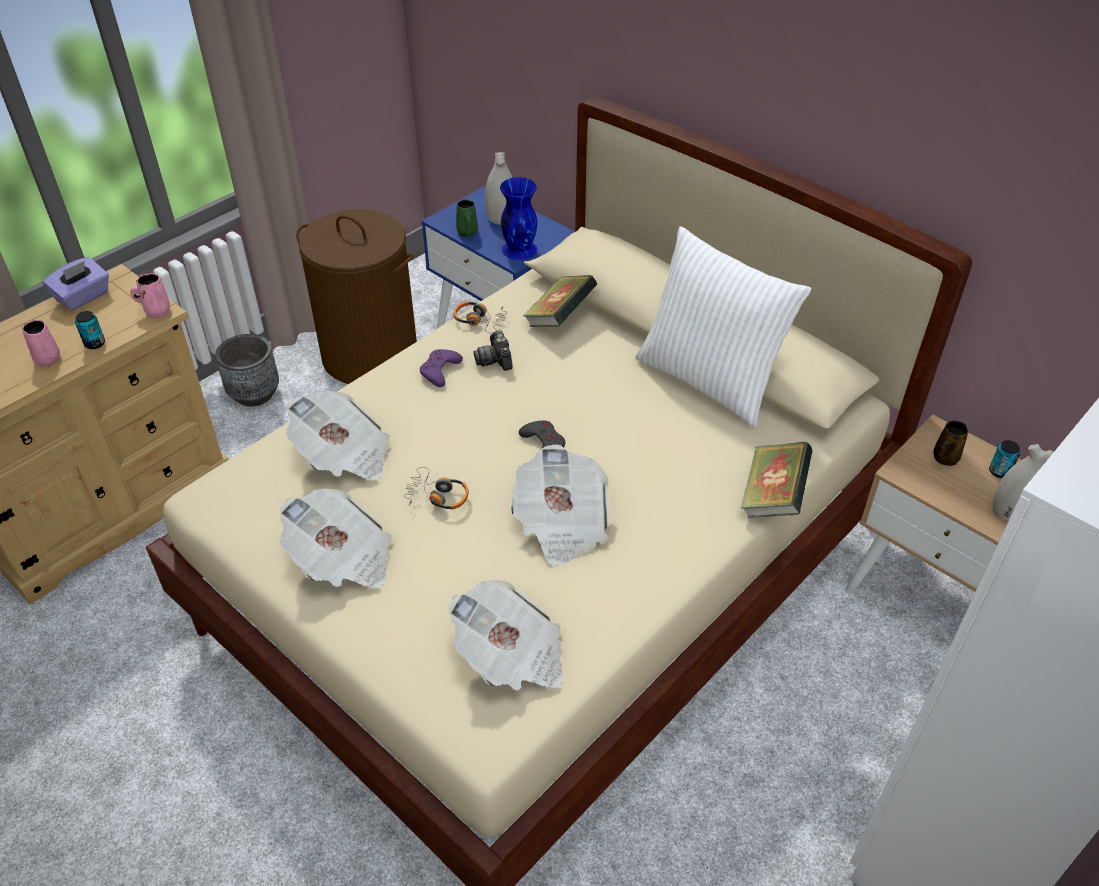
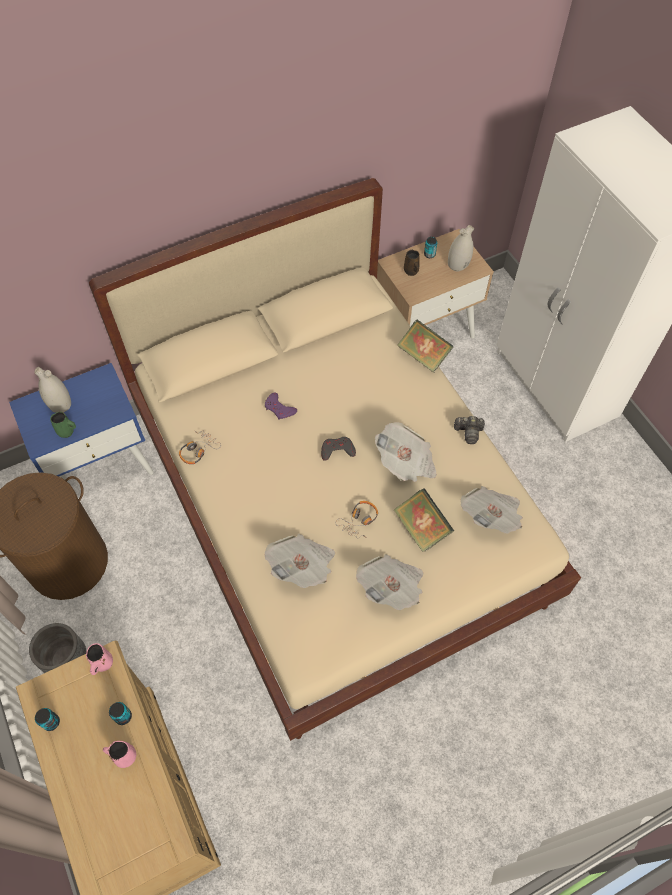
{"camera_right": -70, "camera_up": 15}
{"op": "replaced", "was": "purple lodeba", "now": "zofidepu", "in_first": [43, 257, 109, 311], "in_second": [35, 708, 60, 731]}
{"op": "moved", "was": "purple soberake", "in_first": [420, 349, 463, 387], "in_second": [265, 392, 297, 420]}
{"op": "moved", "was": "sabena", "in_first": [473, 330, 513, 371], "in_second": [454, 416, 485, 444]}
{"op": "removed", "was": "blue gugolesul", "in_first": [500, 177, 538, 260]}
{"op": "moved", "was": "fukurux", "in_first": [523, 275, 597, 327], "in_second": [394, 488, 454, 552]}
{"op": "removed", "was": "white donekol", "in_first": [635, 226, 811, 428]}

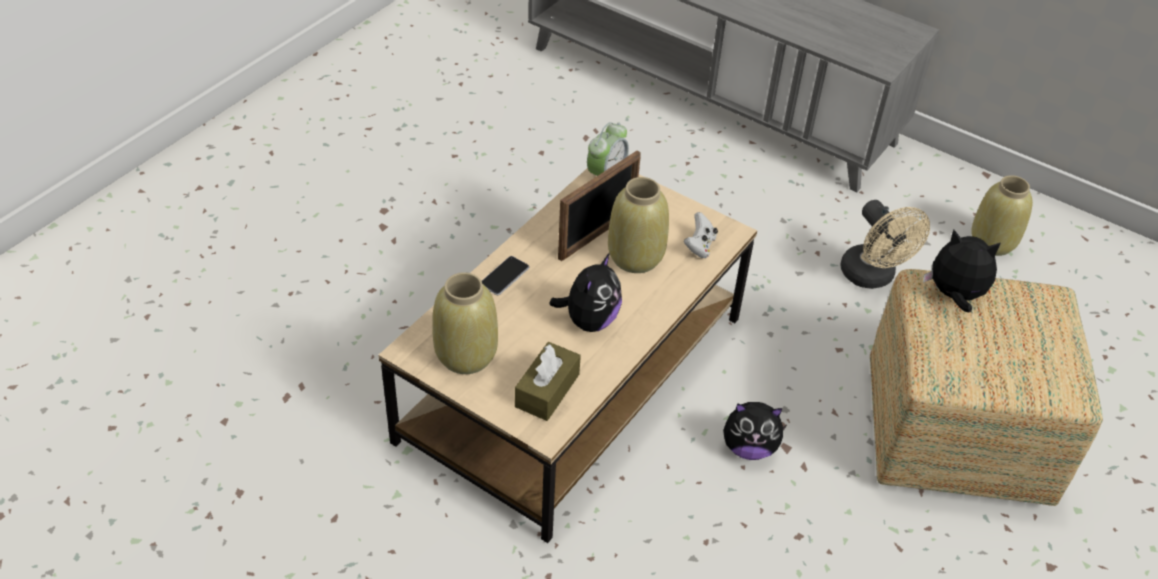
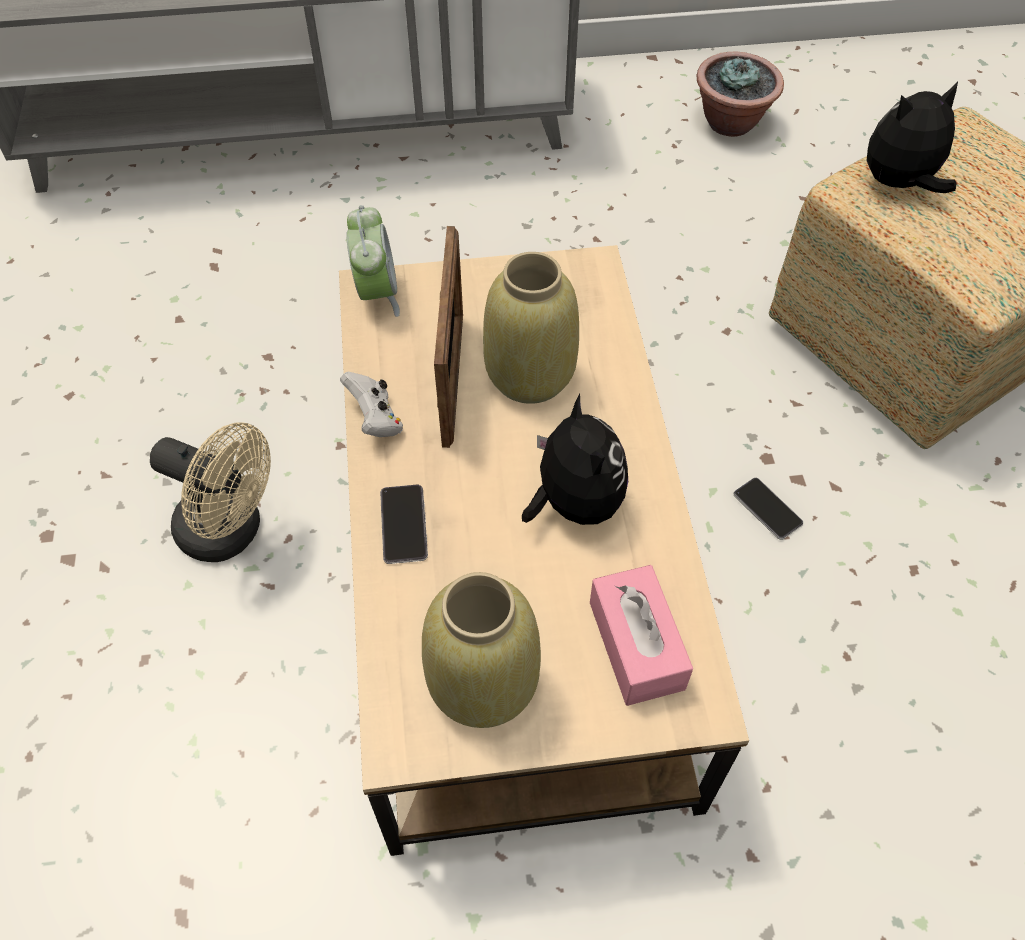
{"camera_right": -40, "camera_up": 10}
{"op": "recoloured", "was": "brown lodeba", "now": "pink lodeba", "in_first": [515, 342, 581, 421], "in_second": [590, 565, 693, 706]}
{"op": "moved", "was": "white soberake", "in_first": [684, 212, 718, 258], "in_second": [340, 372, 403, 437]}
{"op": "replaced", "was": "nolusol", "now": "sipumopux", "in_first": [723, 402, 787, 460], "in_second": [734, 478, 803, 540]}
{"op": "moved", "was": "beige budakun", "in_first": [840, 200, 930, 289], "in_second": [150, 422, 271, 562]}
{"op": "replaced", "was": "beige gugolesul", "now": "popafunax", "in_first": [971, 175, 1033, 256], "in_second": [697, 51, 784, 137]}

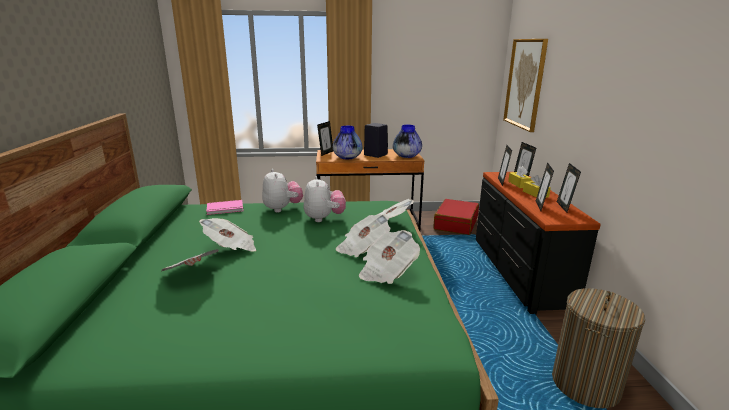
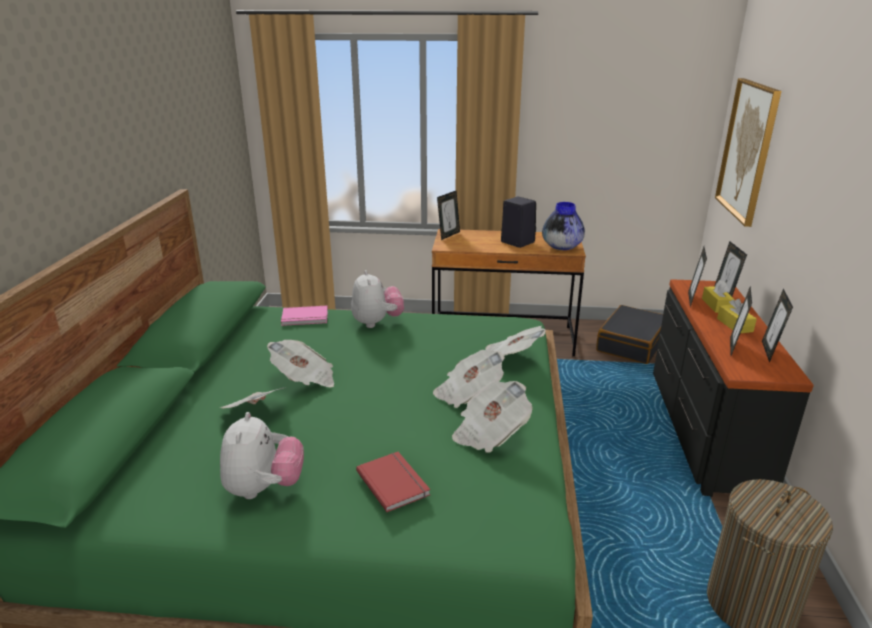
{"camera_right": 10, "camera_up": 5}
{"op": "moved", "was": "nolusol", "in_first": [304, 176, 346, 222], "in_second": [220, 412, 304, 499]}
{"op": "removed", "was": "gugolesul", "in_first": [333, 126, 363, 159]}
{"op": "recoloured", "was": "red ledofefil", "now": "black ledofefil", "in_first": [434, 199, 479, 235], "in_second": [596, 305, 663, 364]}
{"op": "added", "now": "red fukurux", "in_second": [356, 452, 430, 512]}

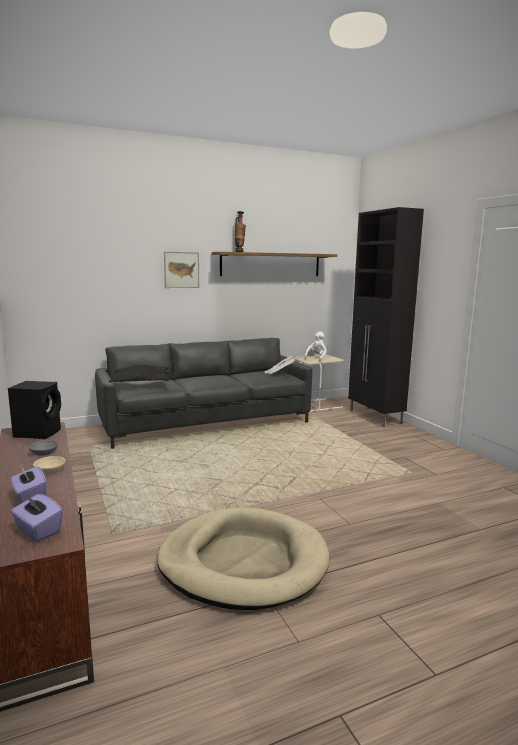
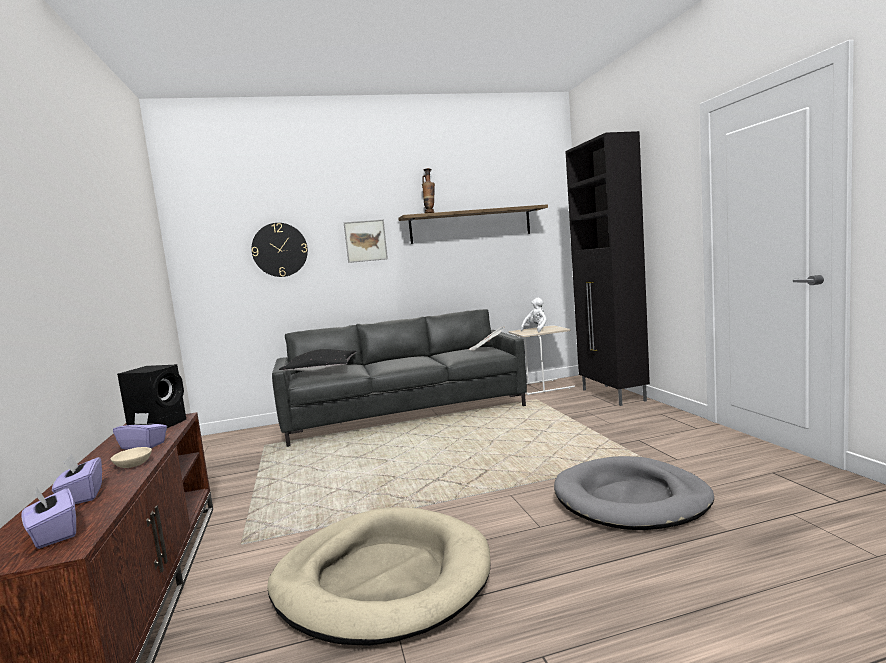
{"camera_right": 10, "camera_up": -5}
{"op": "replaced", "was": "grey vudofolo", "now": "purple lodeba", "in_first": [29, 440, 58, 456], "in_second": [113, 413, 167, 450]}
{"op": "added", "now": "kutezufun", "in_second": [252, 223, 308, 277]}
{"op": "added", "now": "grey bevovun", "in_second": [554, 456, 714, 530]}

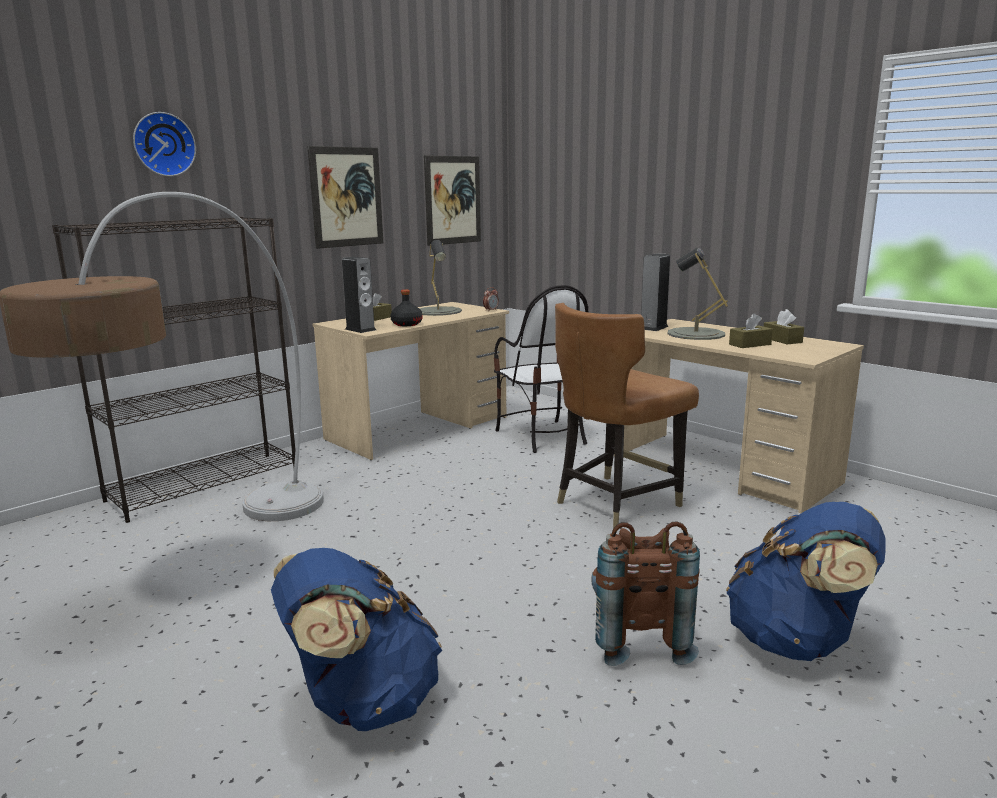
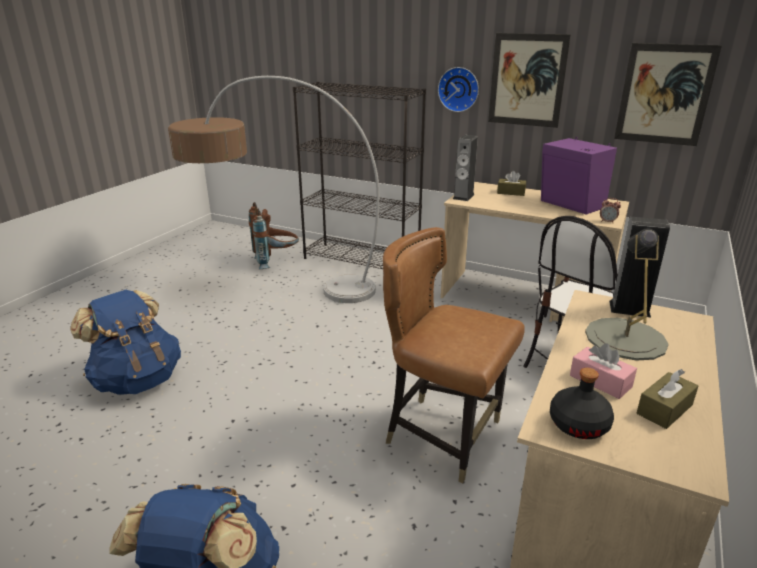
{"camera_right": 70, "camera_up": 10}
{"op": "moved", "was": "kutezufun", "in_first": [133, 112, 196, 176], "in_second": [438, 67, 479, 112]}
{"op": "moved", "was": "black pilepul", "in_first": [390, 290, 423, 326], "in_second": [550, 368, 614, 439]}
{"op": "replaced", "was": "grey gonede", "now": "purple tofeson", "in_first": [419, 240, 462, 316], "in_second": [541, 137, 617, 215]}
{"op": "moved", "was": "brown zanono", "in_first": [592, 521, 700, 666], "in_second": [249, 202, 299, 269]}
{"op": "recoloured", "was": "brown lodeba", "now": "pink lodeba", "in_first": [729, 313, 773, 348], "in_second": [570, 343, 637, 399]}

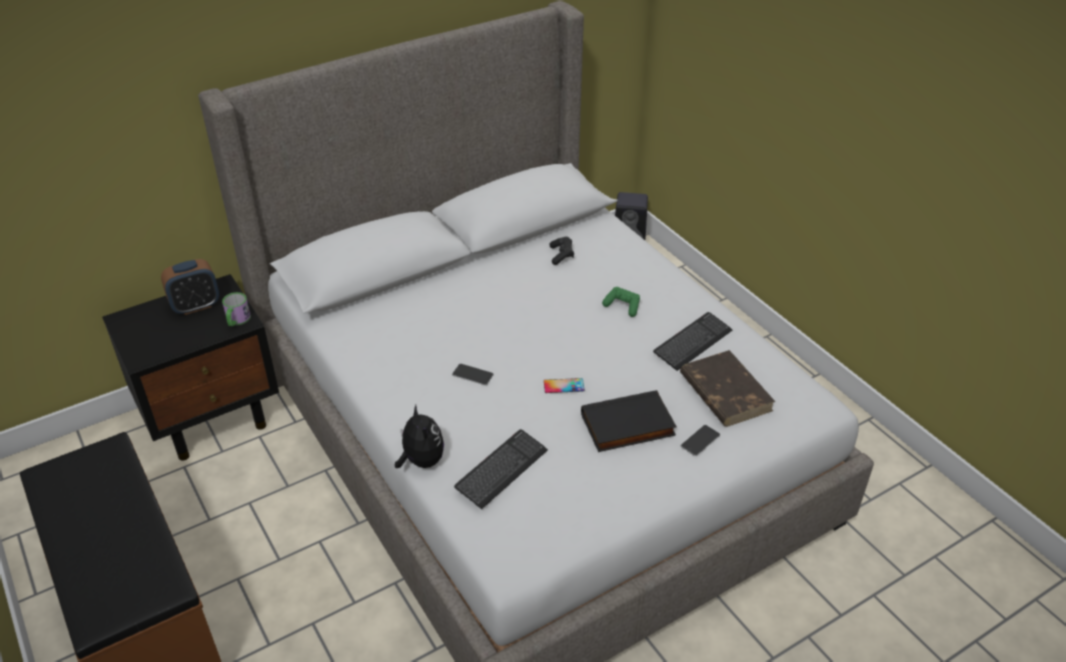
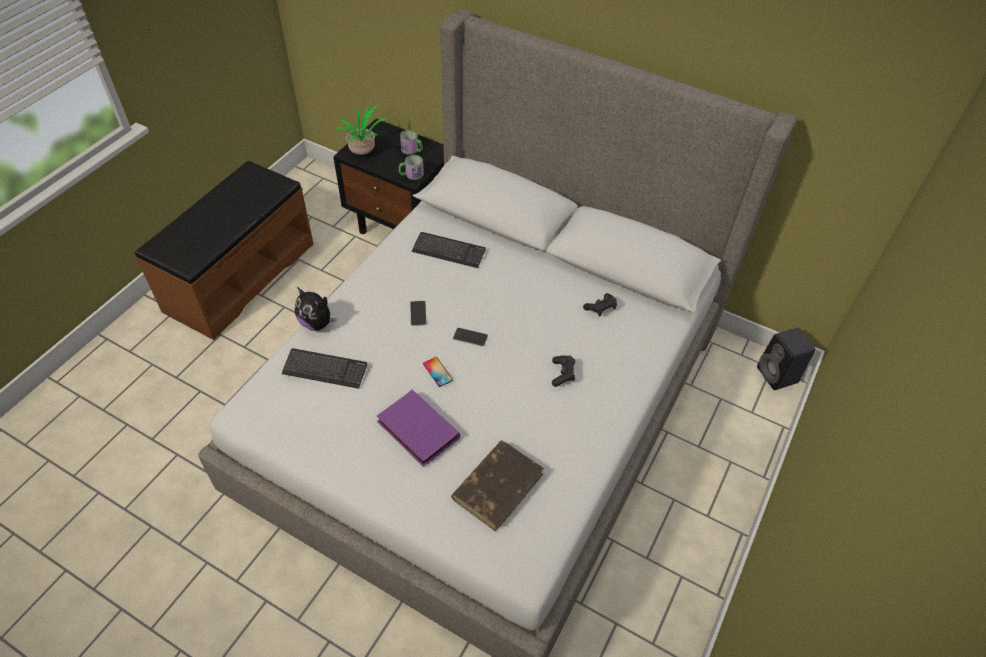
{"camera_right": 60, "camera_up": 10}
{"op": "replaced", "was": "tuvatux", "now": "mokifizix", "in_first": [161, 259, 219, 315], "in_second": [400, 130, 423, 155]}
{"op": "turned", "was": "nolusol", "in_first": [395, 405, 444, 468], "in_second": [295, 287, 337, 331], "clockwise": 90}
{"op": "recoloured", "was": "black fukurux", "now": "purple fukurux", "in_first": [581, 390, 677, 452], "in_second": [377, 390, 460, 467]}
{"op": "recoloured", "was": "green soberake", "now": "black soberake", "in_first": [602, 287, 640, 317], "in_second": [552, 356, 575, 387]}
{"op": "moved", "was": "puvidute", "in_first": [653, 312, 732, 371], "in_second": [412, 232, 486, 268]}
{"op": "moved", "was": "sipumopux", "in_first": [681, 425, 720, 456], "in_second": [453, 328, 488, 347]}
{"op": "added", "now": "popafunax", "in_second": [336, 105, 388, 155]}

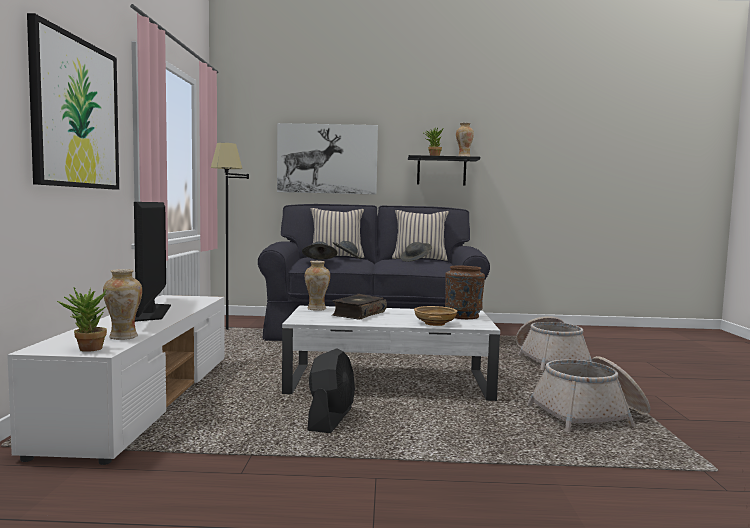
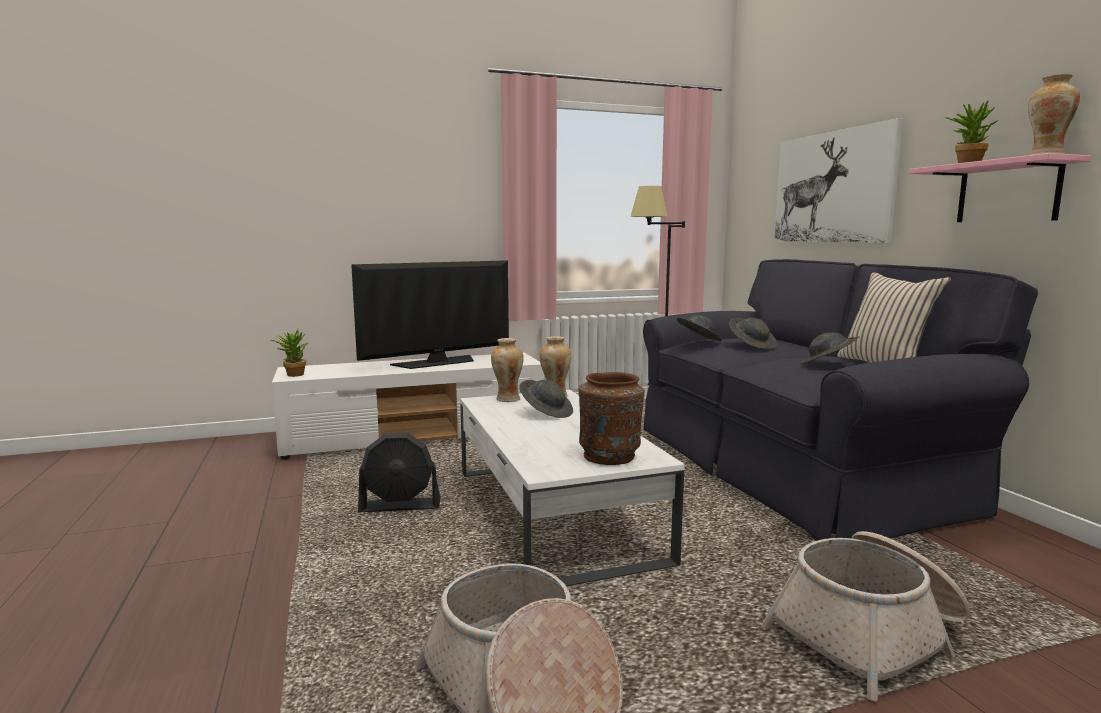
{"camera_right": 70, "camera_up": 5}
{"op": "removed", "was": "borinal", "in_first": [27, 13, 119, 190]}
{"op": "moved", "was": "gugolesul", "in_first": [103, 269, 142, 340], "in_second": [491, 338, 524, 402]}
{"op": "removed", "was": "beige donekol", "in_first": [311, 208, 364, 258]}
{"op": "replaced", "was": "fukurux", "now": "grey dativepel", "in_first": [332, 294, 387, 320], "in_second": [519, 380, 573, 418]}
{"op": "recoloured", "was": "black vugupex", "now": "pink vugupex", "in_first": [408, 155, 480, 185], "in_second": [908, 153, 1092, 222]}
{"op": "removed", "was": "beige vudofolo", "in_first": [414, 306, 457, 326]}

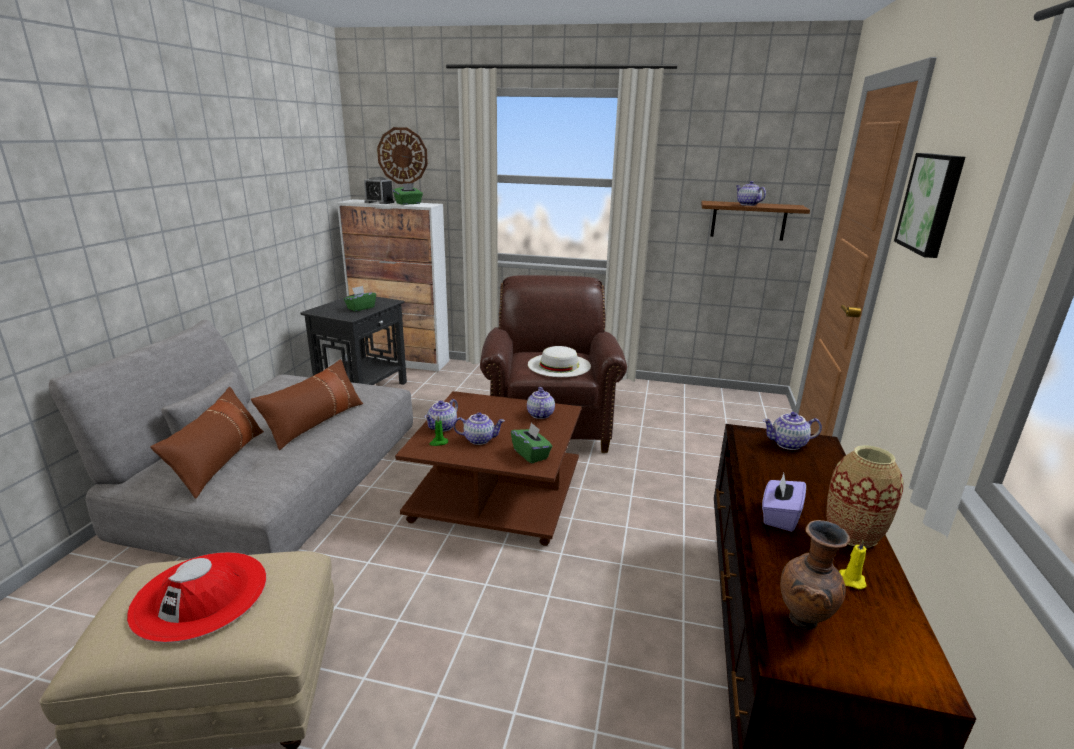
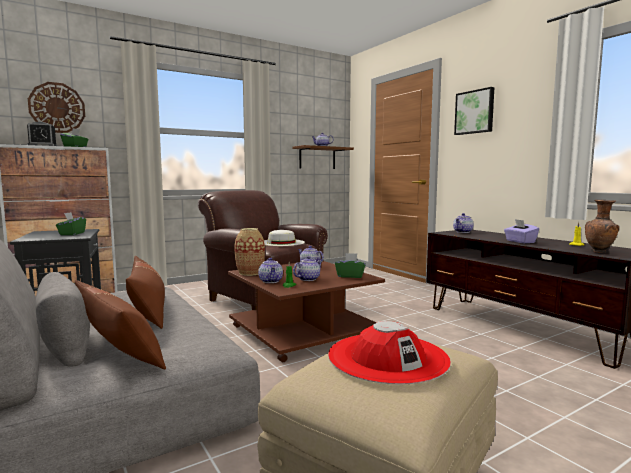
{"camera_right": -45, "camera_up": -15}
{"op": "moved", "was": "gugolesul", "in_first": [826, 445, 903, 548], "in_second": [235, 228, 265, 276]}

